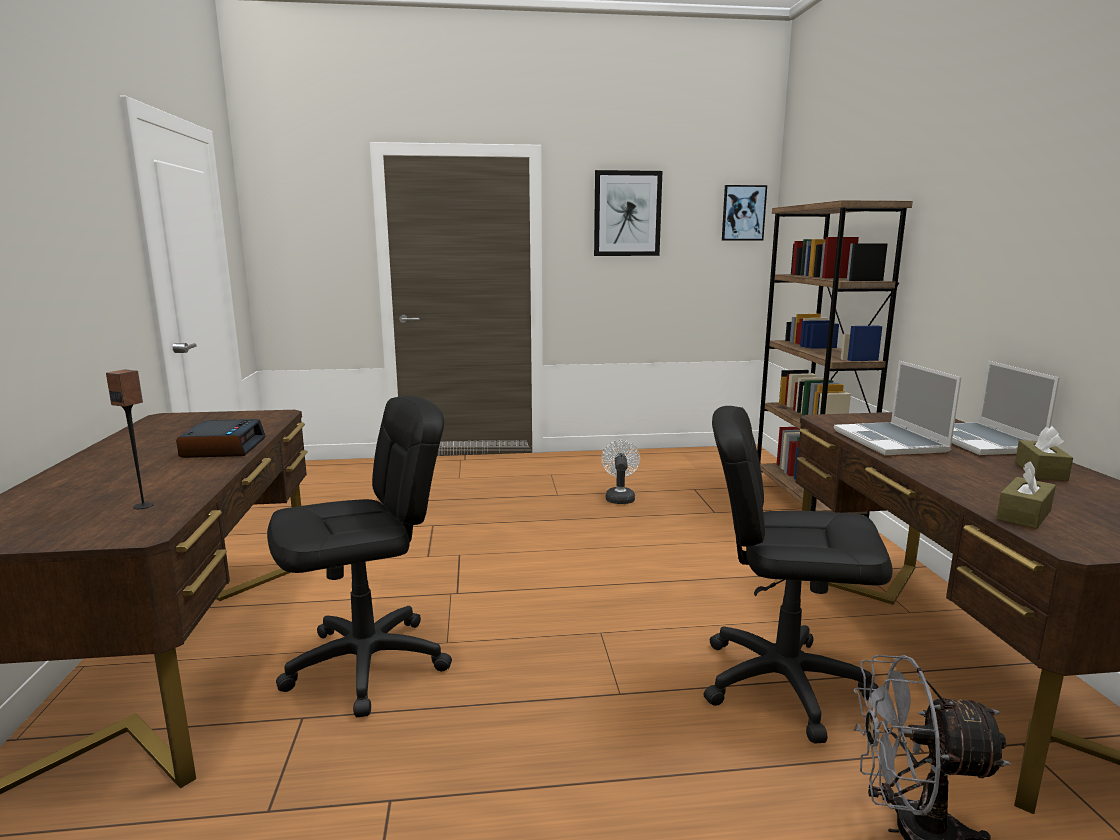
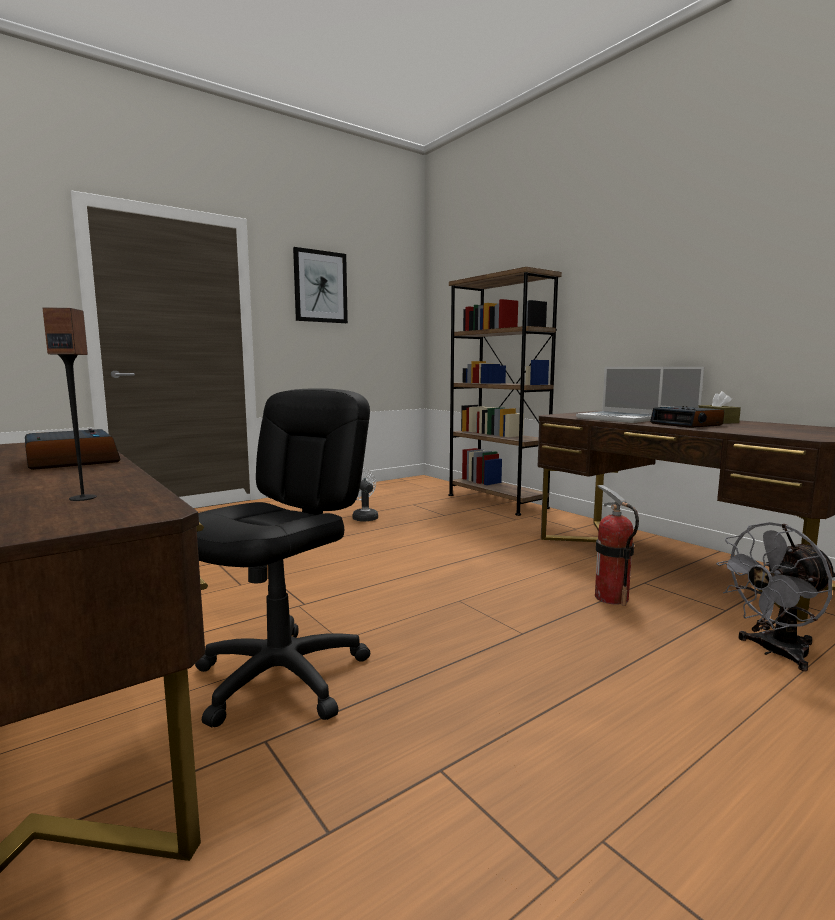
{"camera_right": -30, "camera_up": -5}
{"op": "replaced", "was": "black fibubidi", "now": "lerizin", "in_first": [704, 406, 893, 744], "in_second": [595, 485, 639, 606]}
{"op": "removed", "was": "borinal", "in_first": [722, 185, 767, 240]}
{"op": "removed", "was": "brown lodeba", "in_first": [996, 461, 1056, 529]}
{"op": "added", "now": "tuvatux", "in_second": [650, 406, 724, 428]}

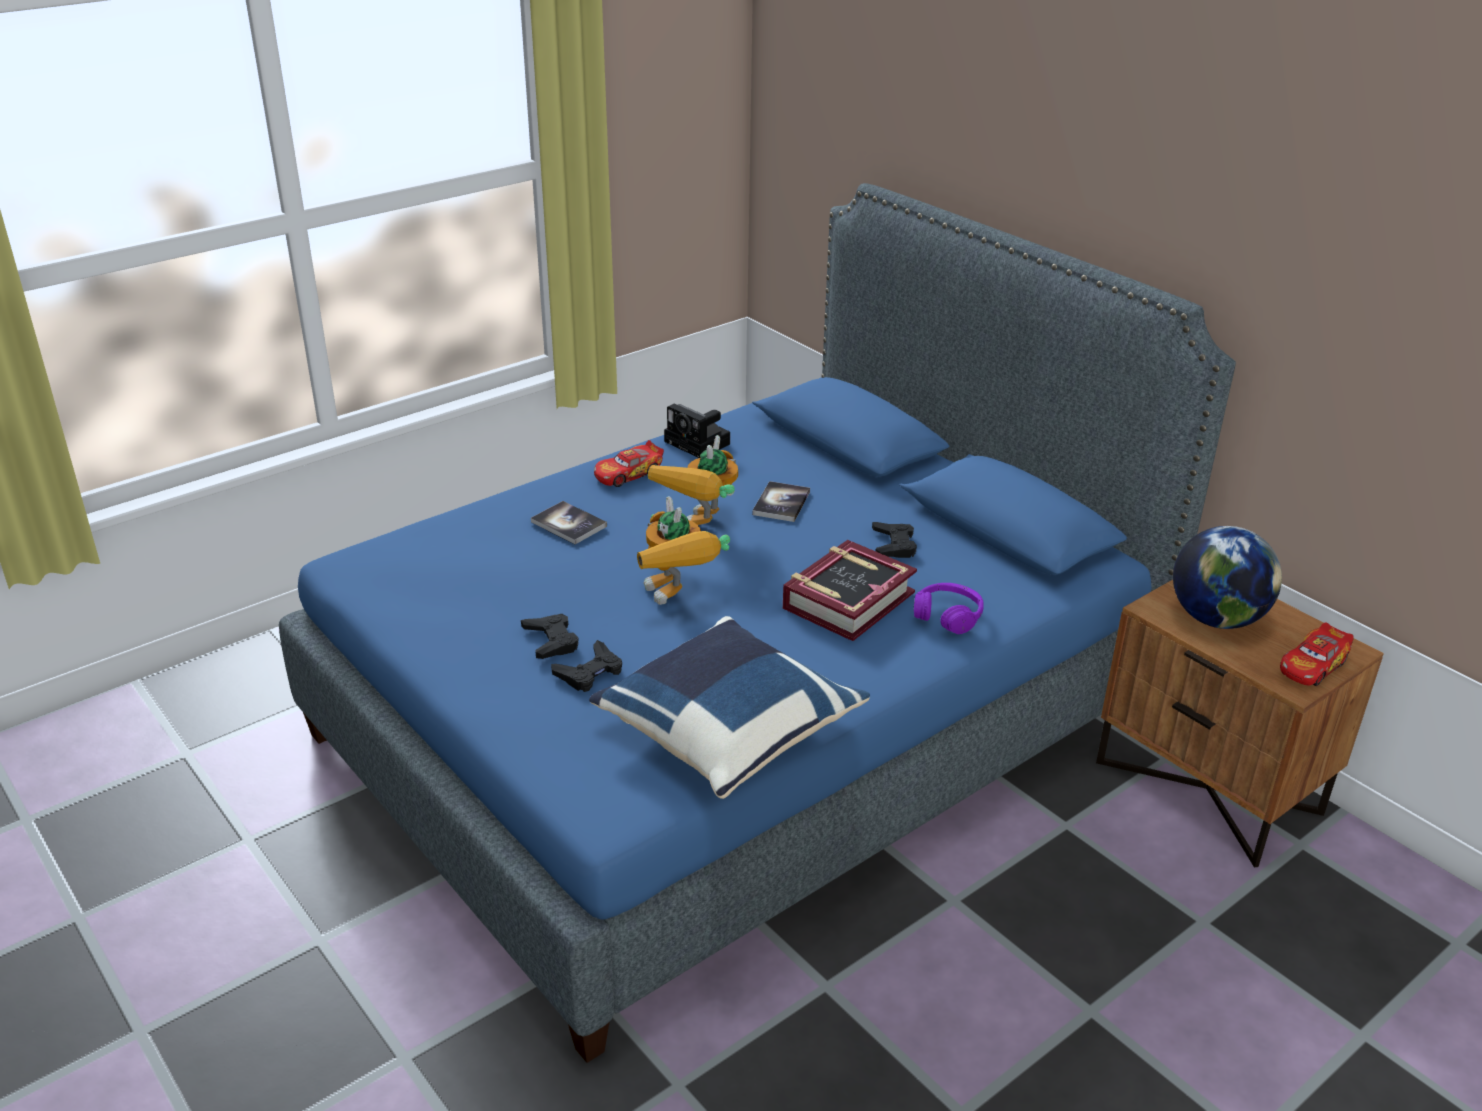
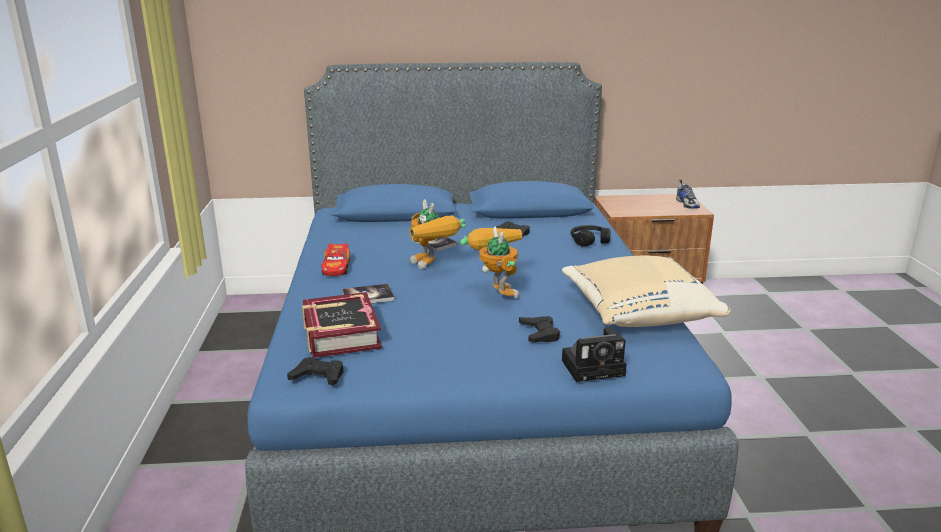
{"camera_right": -55, "camera_up": -10}
{"op": "moved", "was": "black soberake", "in_first": [521, 614, 579, 659], "in_second": [287, 357, 343, 385]}
{"op": "recoloured", "was": "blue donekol", "now": "beige donekol", "in_first": [589, 616, 870, 799], "in_second": [562, 256, 731, 327]}
{"op": "turned", "was": "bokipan", "in_first": [637, 496, 730, 605], "in_second": [460, 227, 522, 298], "clockwise": -120}
{"op": "moved", "was": "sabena", "in_first": [664, 403, 730, 458], "in_second": [562, 327, 627, 382]}
{"op": "moved", "was": "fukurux", "in_first": [783, 540, 917, 641], "in_second": [302, 292, 382, 358]}
{"op": "recoloured", "was": "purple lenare", "now": "black lenare", "in_first": [914, 583, 984, 634], "in_second": [571, 225, 611, 247]}
{"op": "removed", "was": "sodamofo", "in_first": [1173, 526, 1282, 629]}
{"op": "replaced", "was": "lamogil", "now": "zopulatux", "in_first": [1280, 623, 1354, 686], "in_second": [676, 180, 700, 209]}

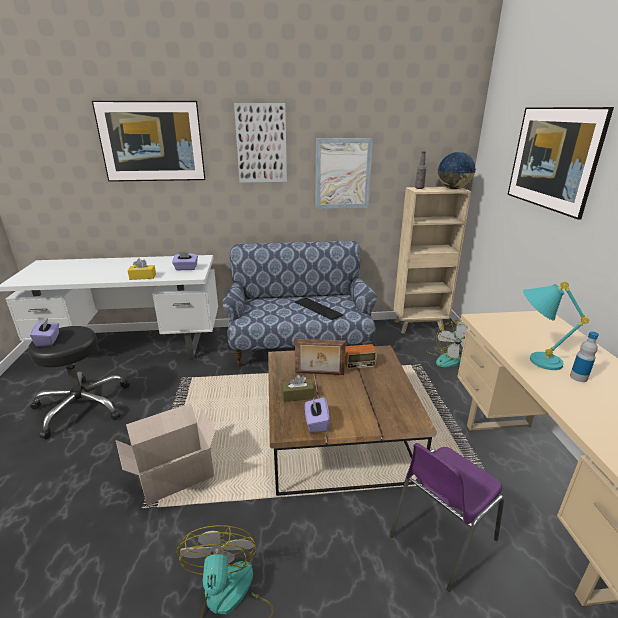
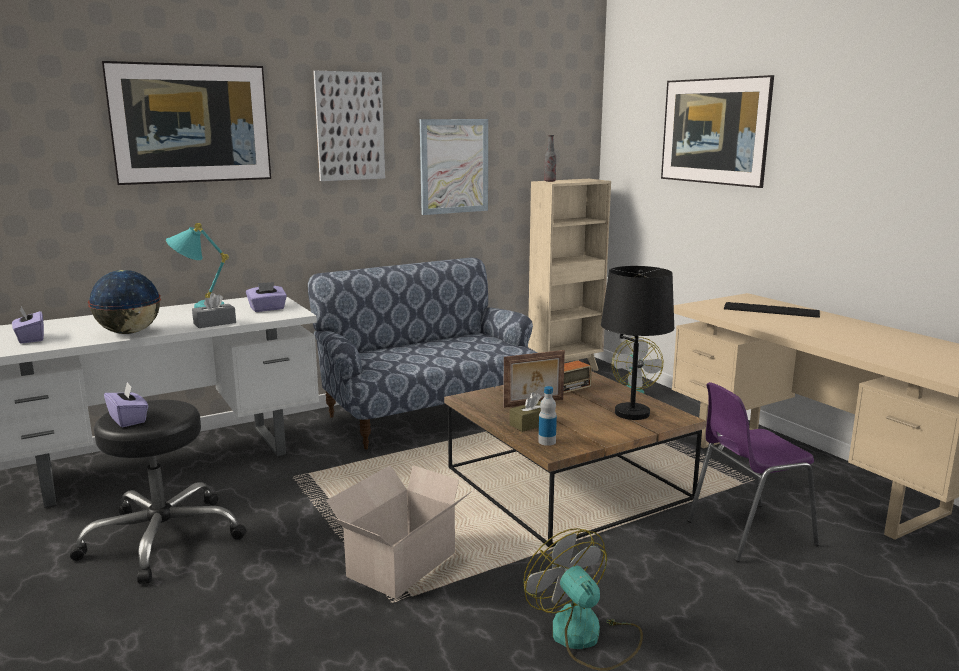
{"camera_right": -25, "camera_up": -10}
{"op": "recoloured", "was": "yellow lodeba", "now": "grey lodeba", "in_first": [127, 258, 156, 280], "in_second": [192, 293, 236, 328]}
{"op": "moved", "was": "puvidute", "in_first": [295, 297, 344, 320], "in_second": [724, 302, 820, 318]}
{"op": "moved", "was": "purple lodeba", "in_first": [305, 397, 330, 433], "in_second": [12, 306, 44, 344]}
{"op": "turned", "was": "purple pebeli", "in_first": [389, 443, 504, 592], "in_second": [687, 382, 819, 562], "clockwise": 45}
{"op": "moved", "was": "sodamofo", "in_first": [437, 152, 476, 189], "in_second": [88, 270, 161, 334]}
{"op": "moved", "was": "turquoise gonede", "in_first": [523, 281, 589, 370], "in_second": [166, 223, 229, 308]}
{"op": "moved", "was": "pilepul", "in_first": [570, 331, 599, 382], "in_second": [538, 386, 557, 446]}
{"op": "added", "now": "black gonede", "in_second": [601, 266, 675, 420]}

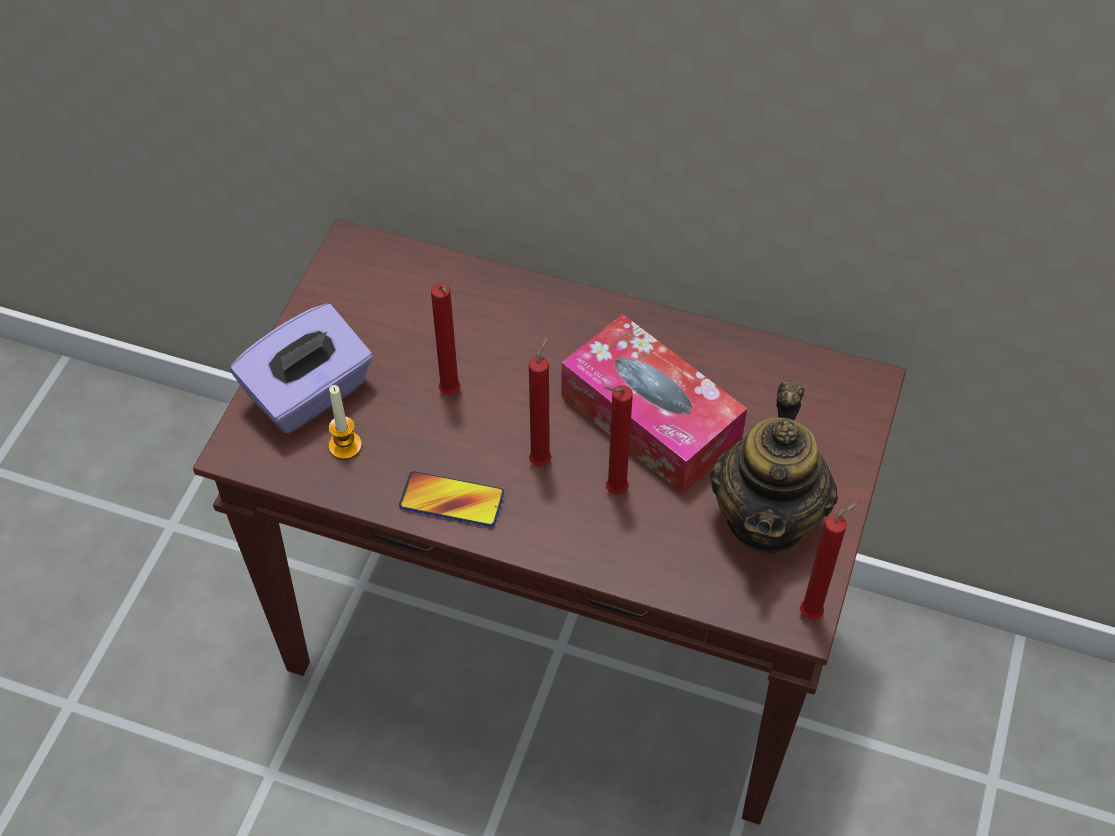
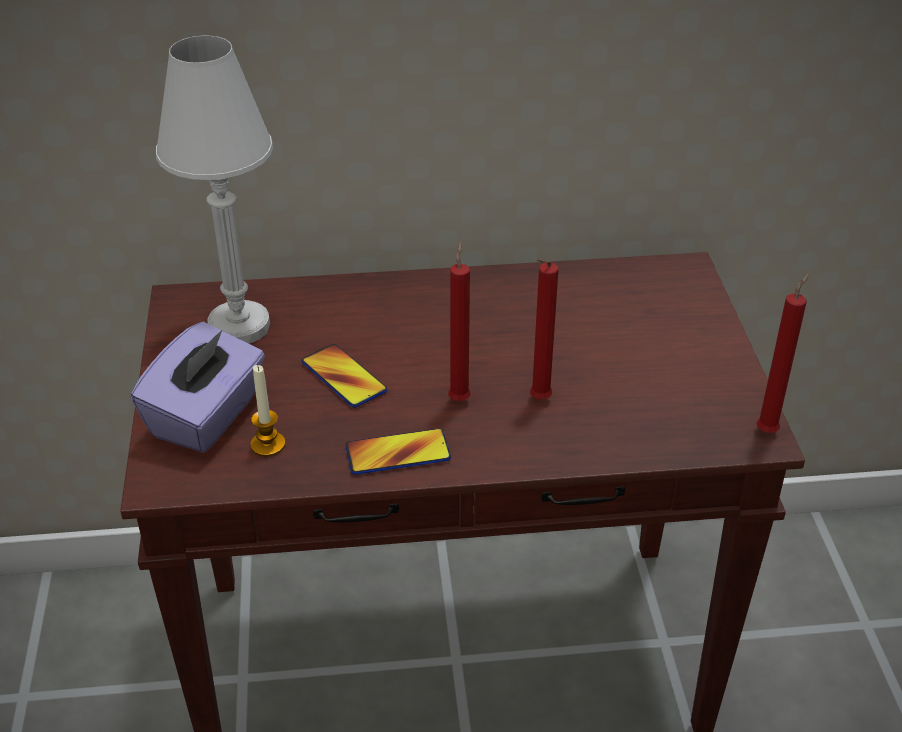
{"camera_right": -25, "camera_up": -15}
{"op": "replaced", "was": "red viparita", "now": "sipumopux", "in_first": [431, 283, 461, 395], "in_second": [302, 344, 387, 408]}
{"op": "removed", "was": "lodeba", "in_first": [561, 314, 747, 494]}
{"op": "removed", "was": "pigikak", "in_first": [710, 380, 838, 554]}
{"op": "added", "now": "white gonede", "in_second": [156, 35, 273, 344]}

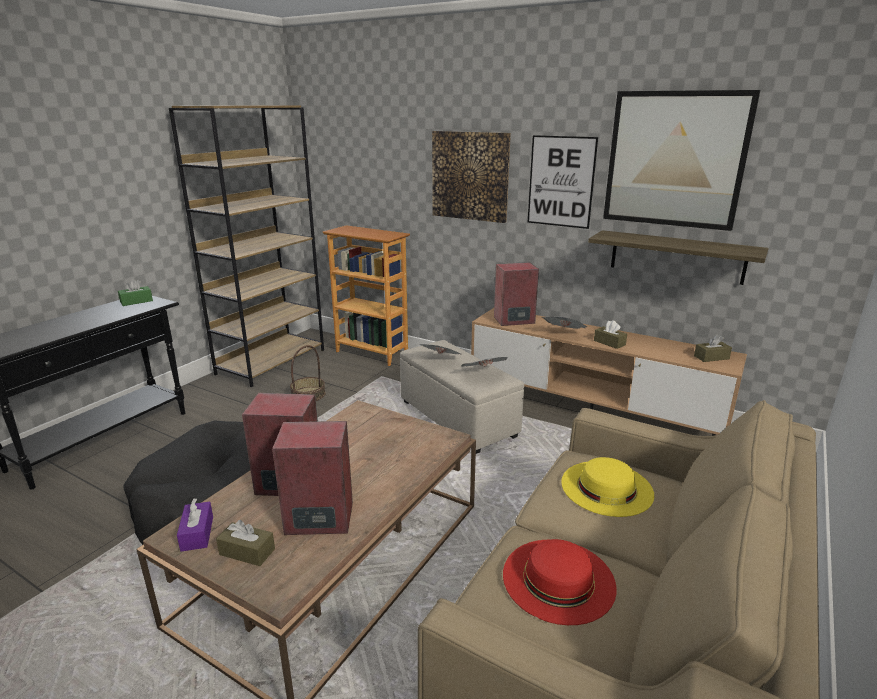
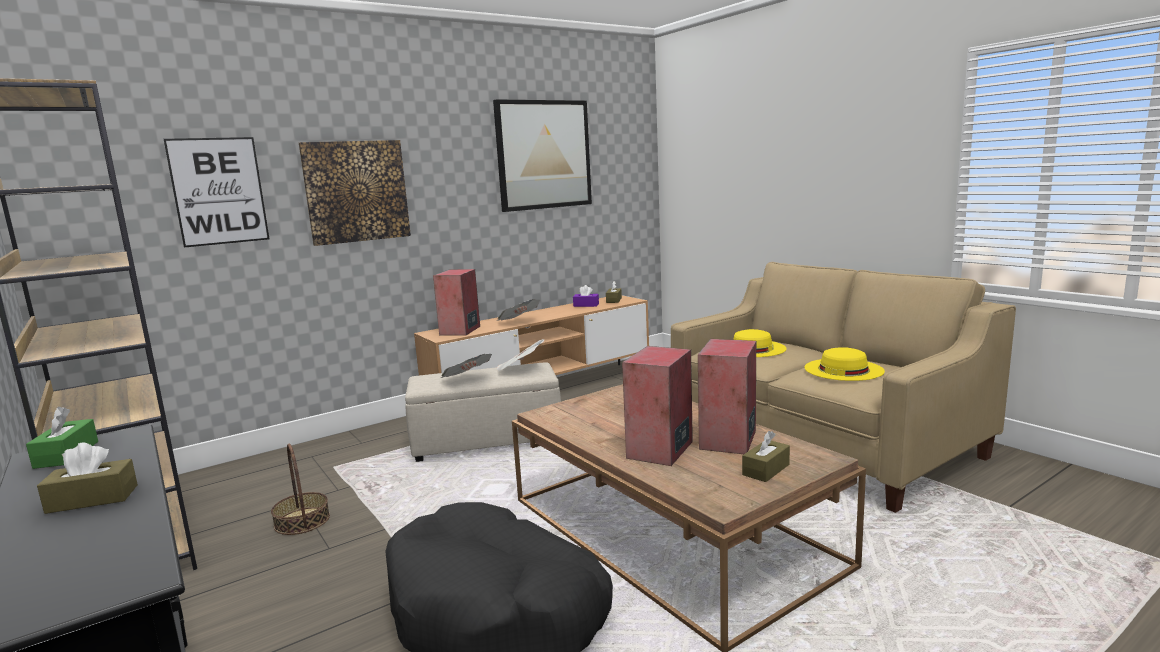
{"camera_right": -65, "camera_up": -10}
{"op": "moved", "was": "purple lodeba", "in_first": [177, 499, 213, 552], "in_second": [573, 285, 599, 307]}
{"op": "removed", "was": "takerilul", "in_first": [323, 225, 410, 366]}
{"op": "recoloured", "was": "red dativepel", "now": "yellow dativepel", "in_first": [503, 539, 617, 625], "in_second": [804, 347, 885, 381]}
{"op": "moved", "was": "borinal", "in_first": [528, 135, 598, 229], "in_second": [163, 137, 269, 248]}
{"op": "removed", "was": "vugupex", "in_first": [588, 230, 769, 285]}
{"op": "moved", "was": "brown lodeba", "in_first": [594, 320, 627, 349], "in_second": [37, 442, 138, 514]}

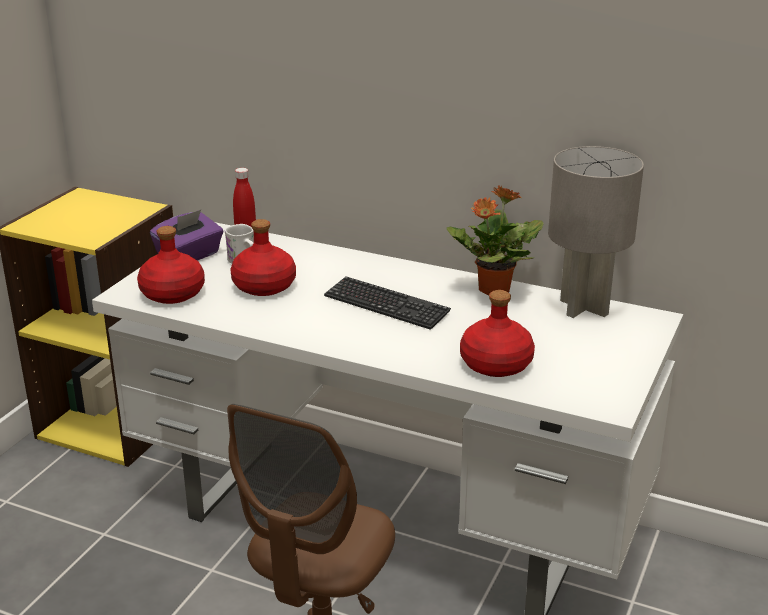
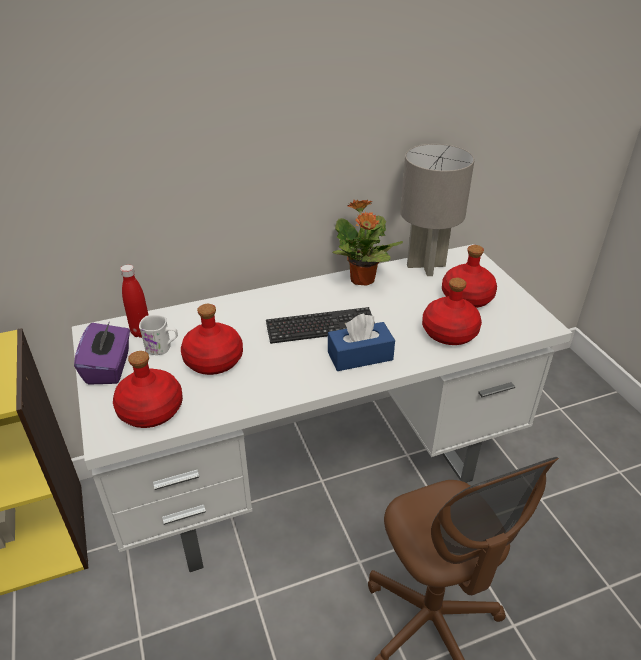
{"camera_right": -45, "camera_up": 10}
{"op": "added", "now": "blue lodeba", "in_second": [328, 314, 395, 371]}
{"op": "added", "now": "red pilepul", "in_second": [442, 245, 497, 308]}

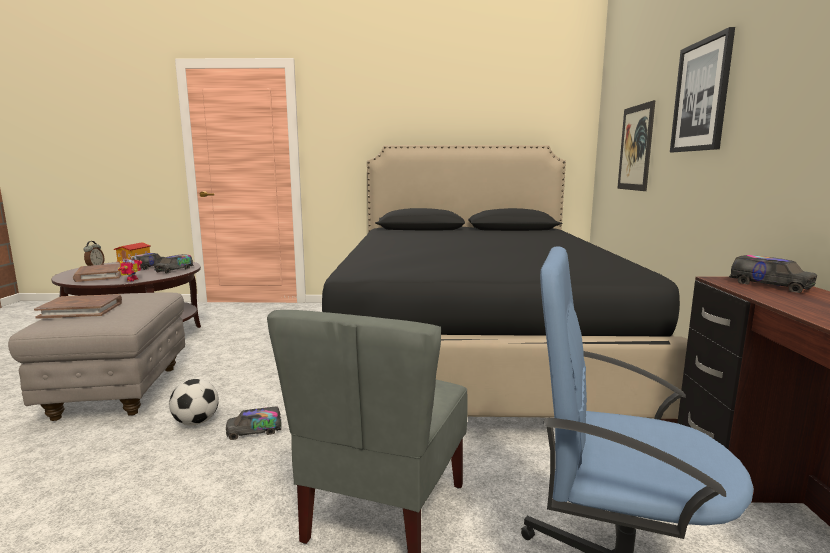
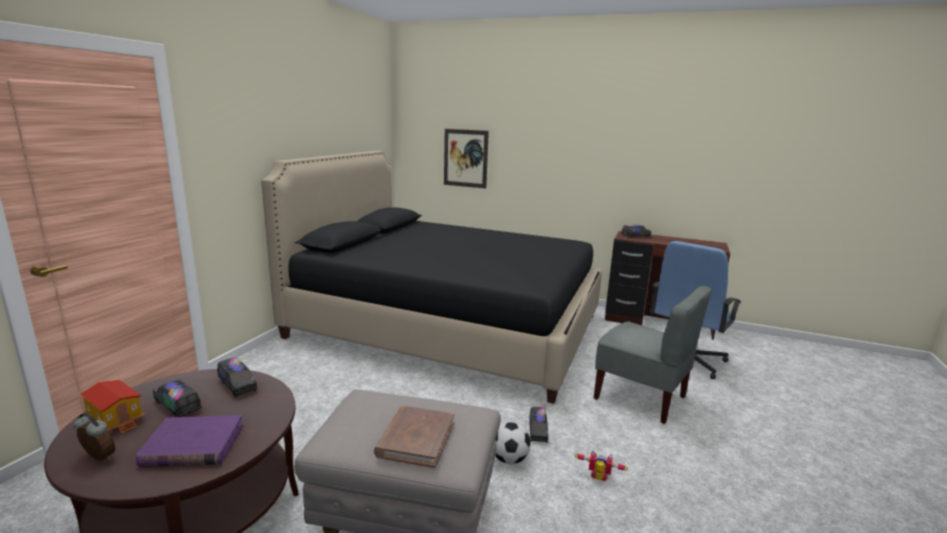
{"camera_right": -70, "camera_up": 5}
{"op": "recoloured", "was": "brown fukurux", "now": "purple fukurux", "in_first": [73, 264, 121, 282], "in_second": [136, 415, 243, 468]}
{"op": "moved", "was": "bokipan", "in_first": [118, 256, 142, 282], "in_second": [575, 450, 628, 481]}
{"op": "removed", "was": "borinal", "in_first": [670, 27, 735, 152]}

